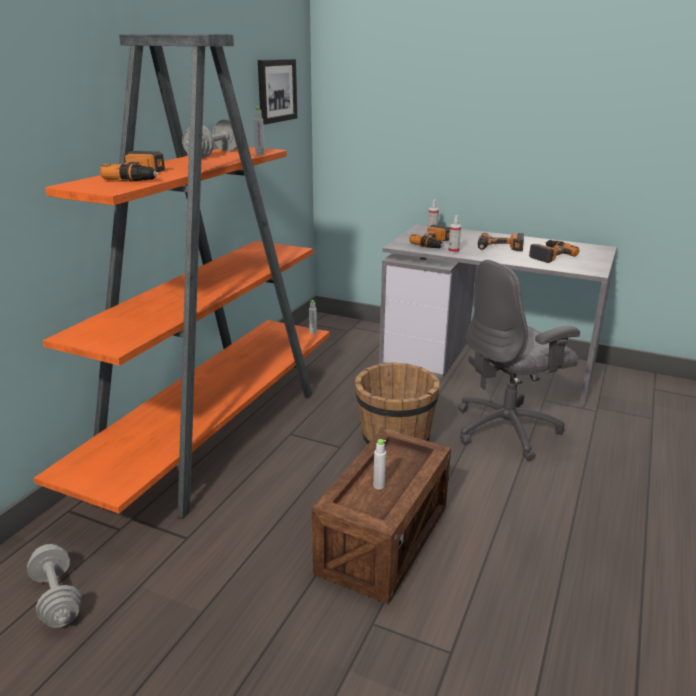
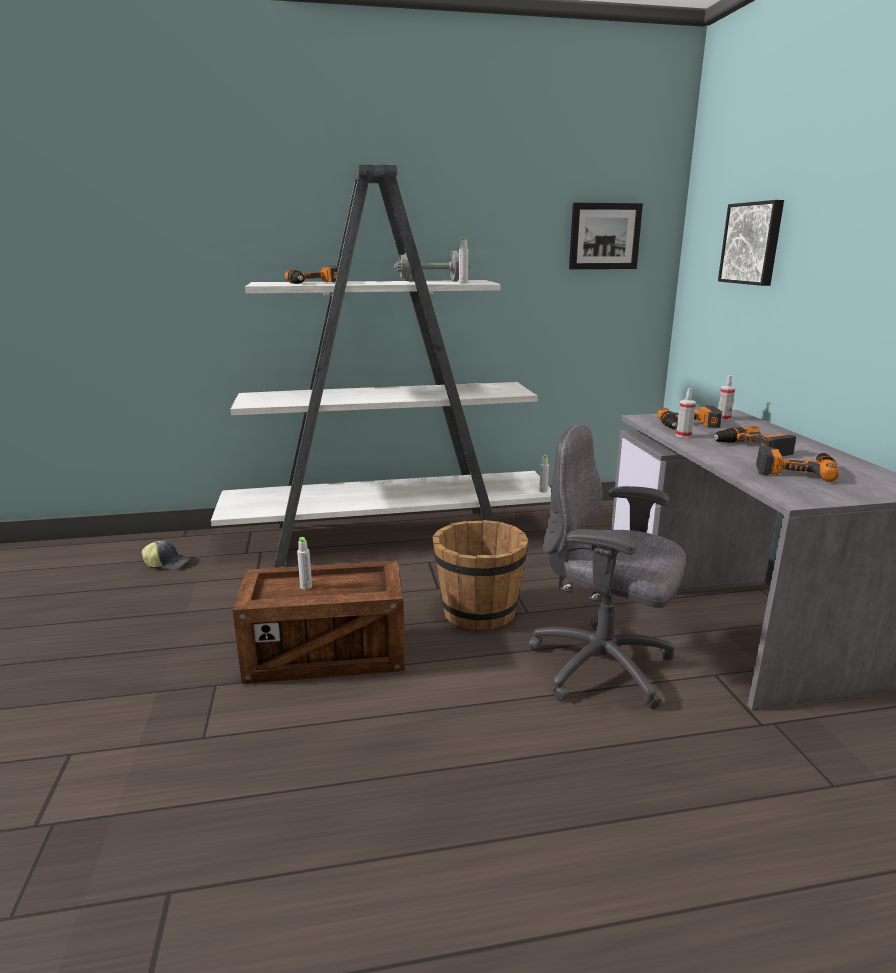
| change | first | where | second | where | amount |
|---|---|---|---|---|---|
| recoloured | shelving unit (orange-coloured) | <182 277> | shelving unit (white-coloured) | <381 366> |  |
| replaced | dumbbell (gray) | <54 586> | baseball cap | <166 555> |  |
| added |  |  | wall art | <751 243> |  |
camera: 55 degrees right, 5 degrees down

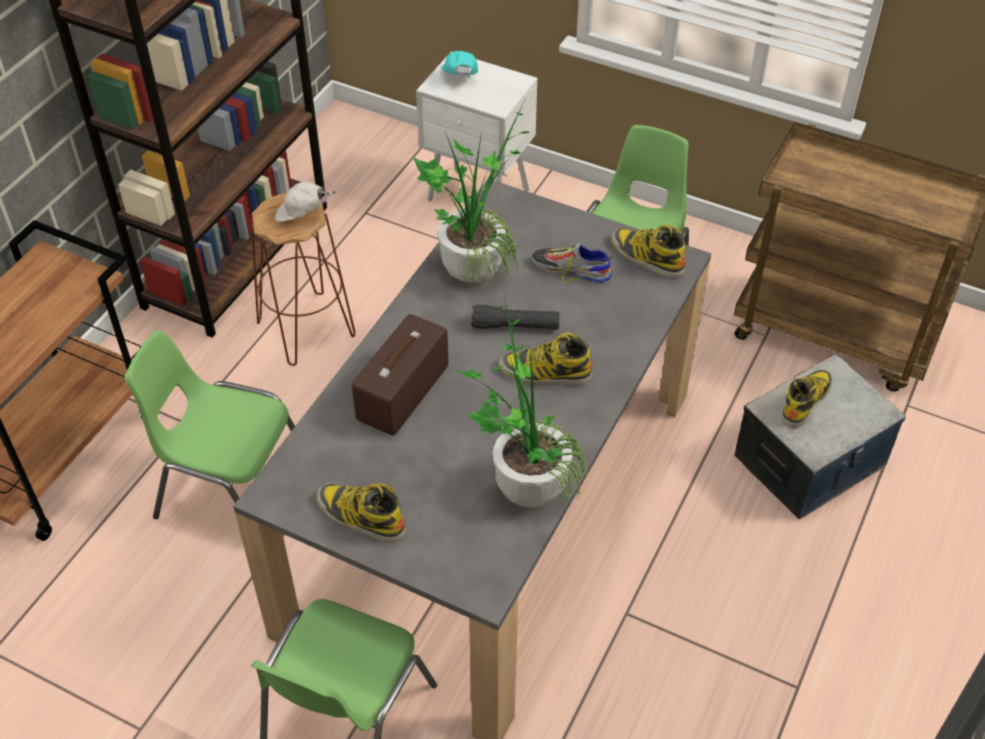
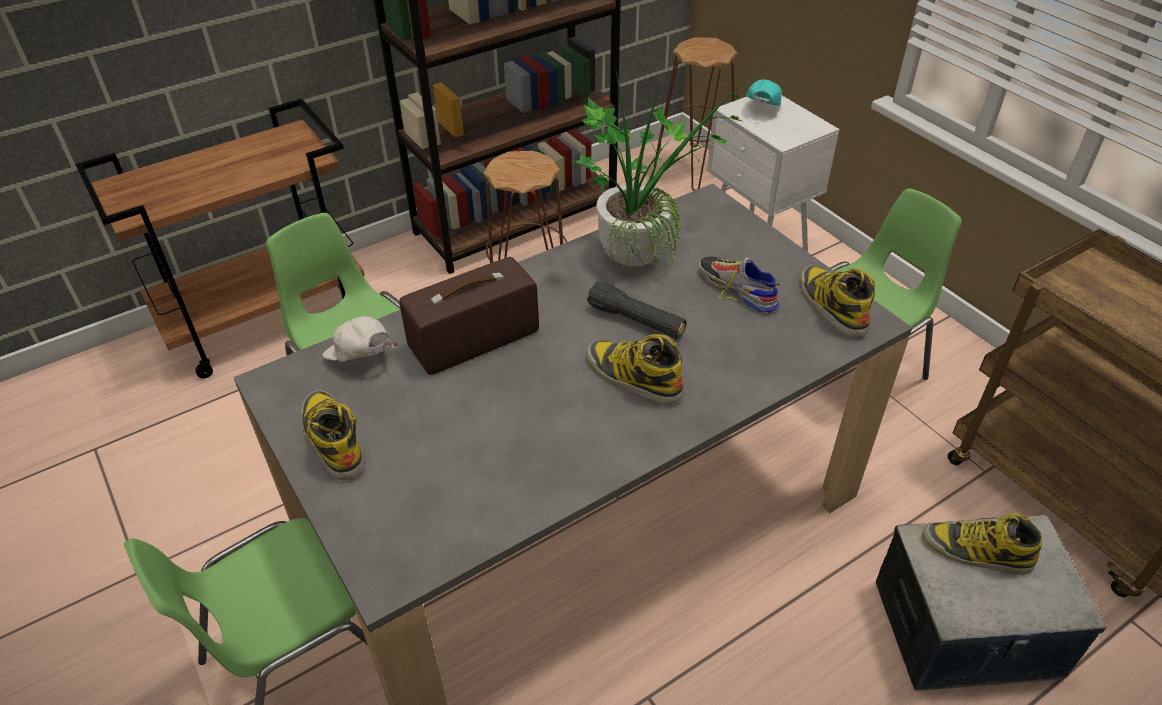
| change | first | where | second | where | amount |
|---|---|---|---|---|---|
| moved | baseball cap (white-coloured) | <305 202> |  | <360 338> |  |
| removed | plant in a pot | <520 399> |  |  |  |
| turned | boot | <807 398> |  | <982 544> | 135 degrees counterclockwise |
| added |  |  | stool (brown-coloured) | <695 114> |  |
camera: 30 degrees right, 5 degrees down

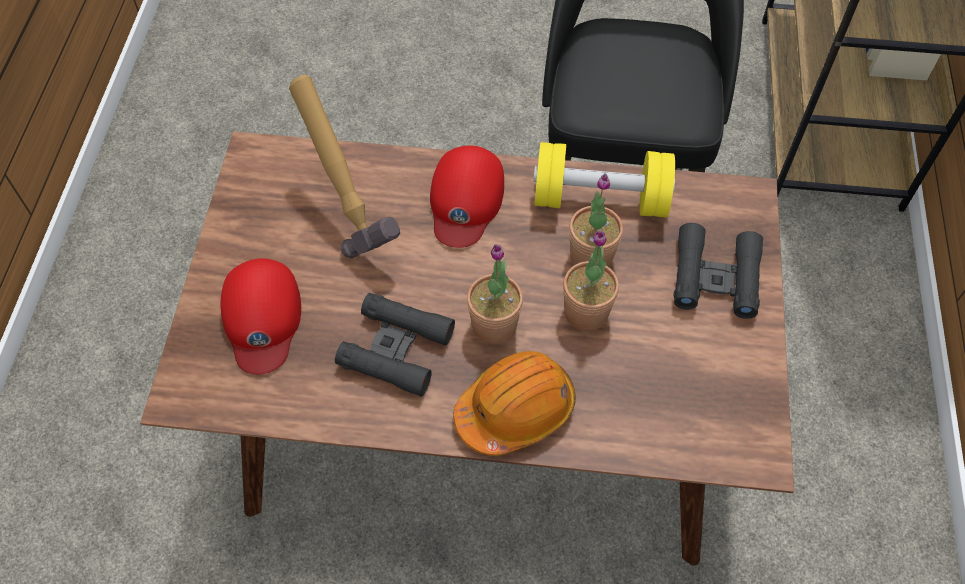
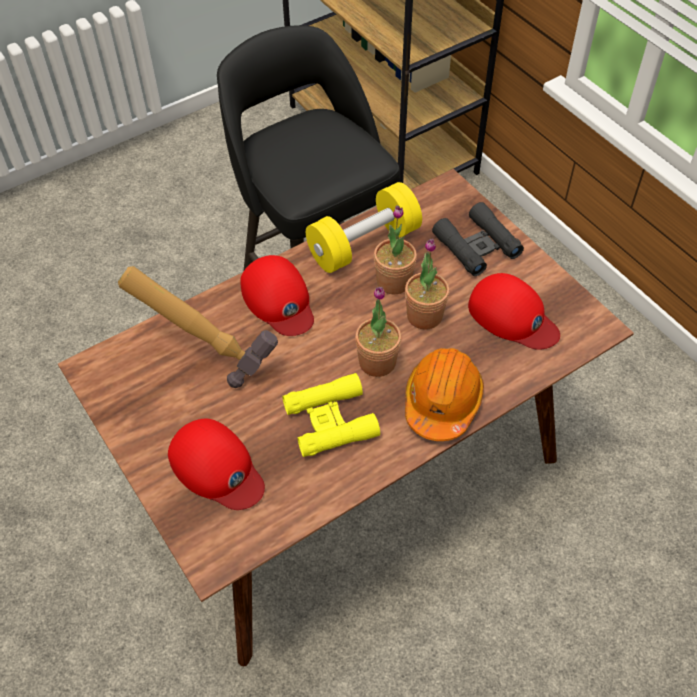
| change | first | where | second | where | amount |
|---|---|---|---|---|---|
| recoloured | field glasses (black) | <395 345> | field glasses (yellowish) | <331 415> |  |
| added |  |  | baseball cap (red-coloured) | <514 311> |  |
camera: 40 degrees left, 5 degrees down

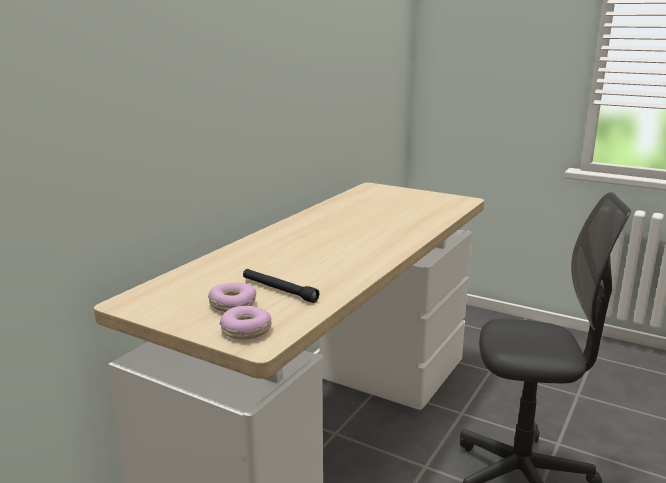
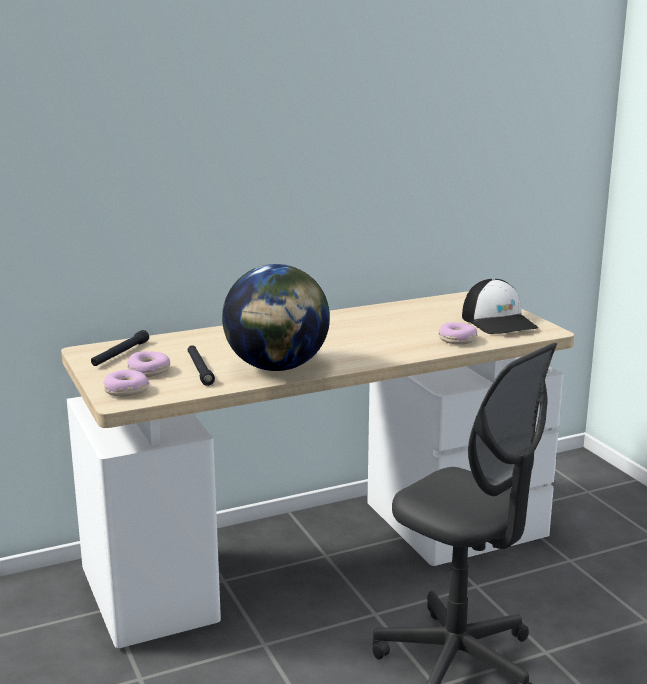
| change | first | where | second | where | amount |
|---|---|---|---|---|---|
| added |  |  | desk globe | <276 317> |  |
| added |  |  | baseball cap | <500 306> |  |
| added |  |  | donut | <458 333> |  |
| added |  |  | hand torch (black) | <120 348> |  |
camera: 35 degrees right, 0 degrees up

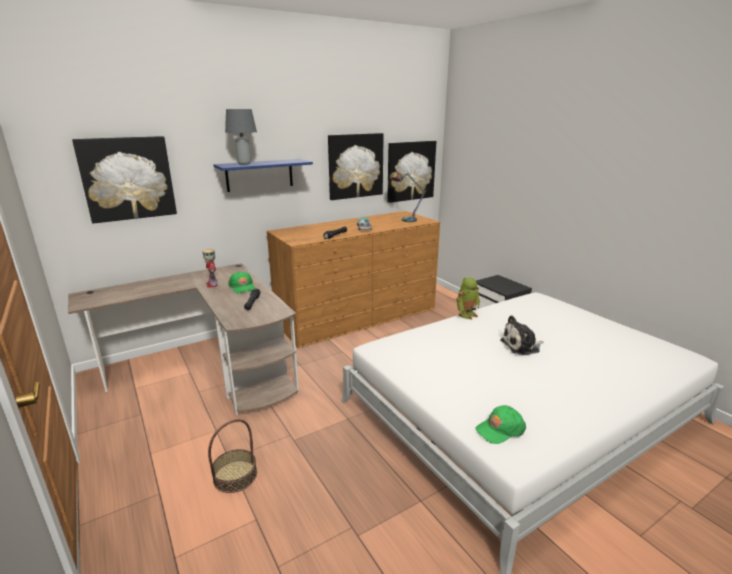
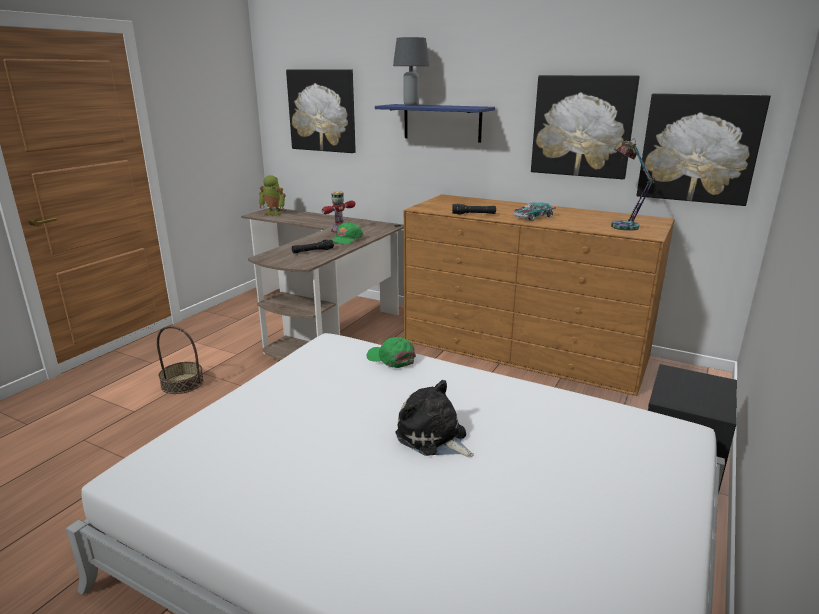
| change | first | where | second | where | amount |
|---|---|---|---|---|---|
| moved | model robot | <468 298> |  | <272 195> |  |
| moved | baseball cap (greenish) | <501 424> |  | <391 352> |  |
camera: 60 degrees right, 0 degrees up

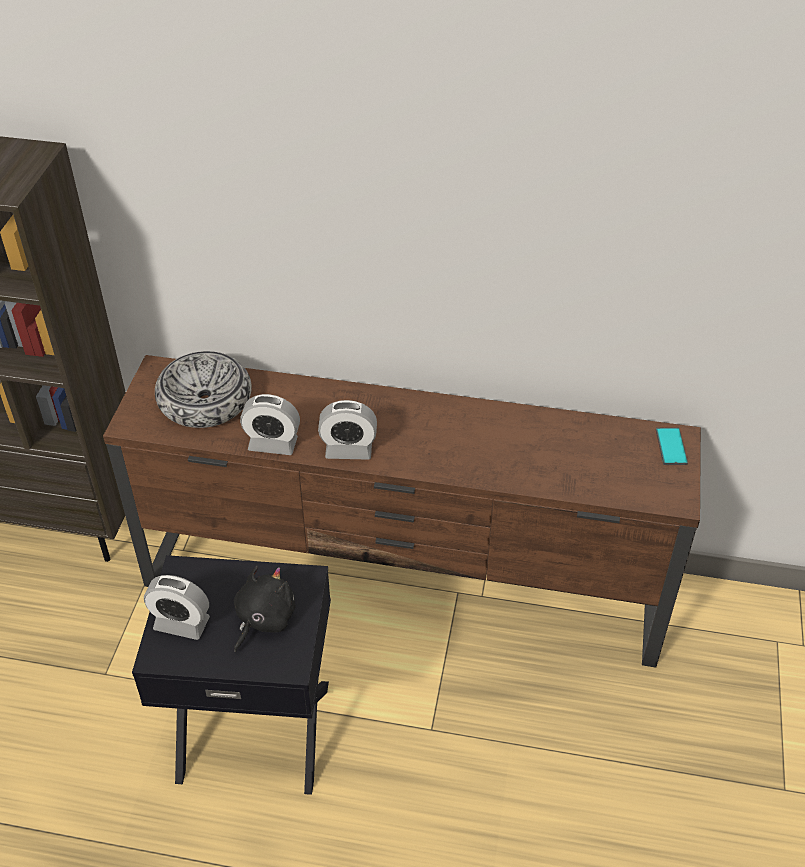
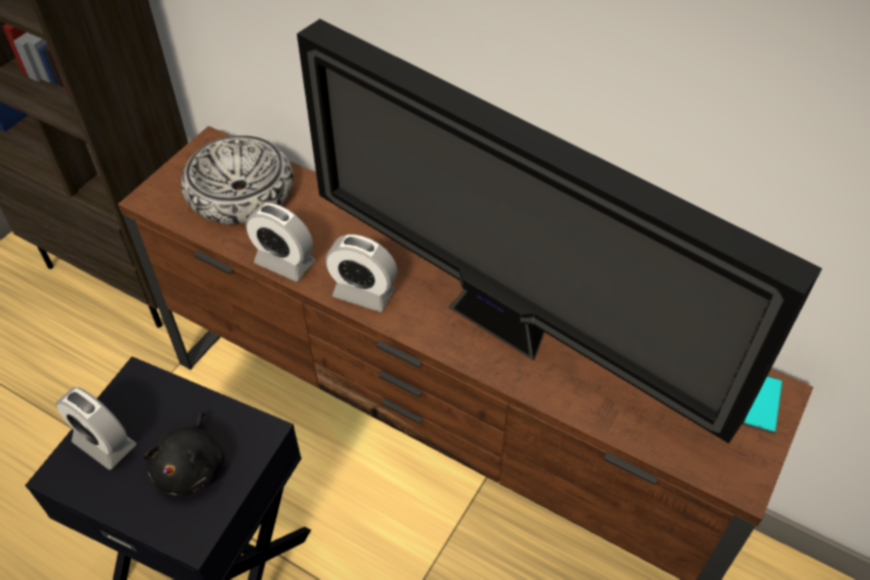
| change | first | where | second | where | amount |
|---|---|---|---|---|---|
| turned | plush toy (black) | <265 609> |  | <184 454> | 135 degrees clockwise |
| added |  |  | TV | <559 231> |  |
camera: 20 degrees right, 5 degrees up

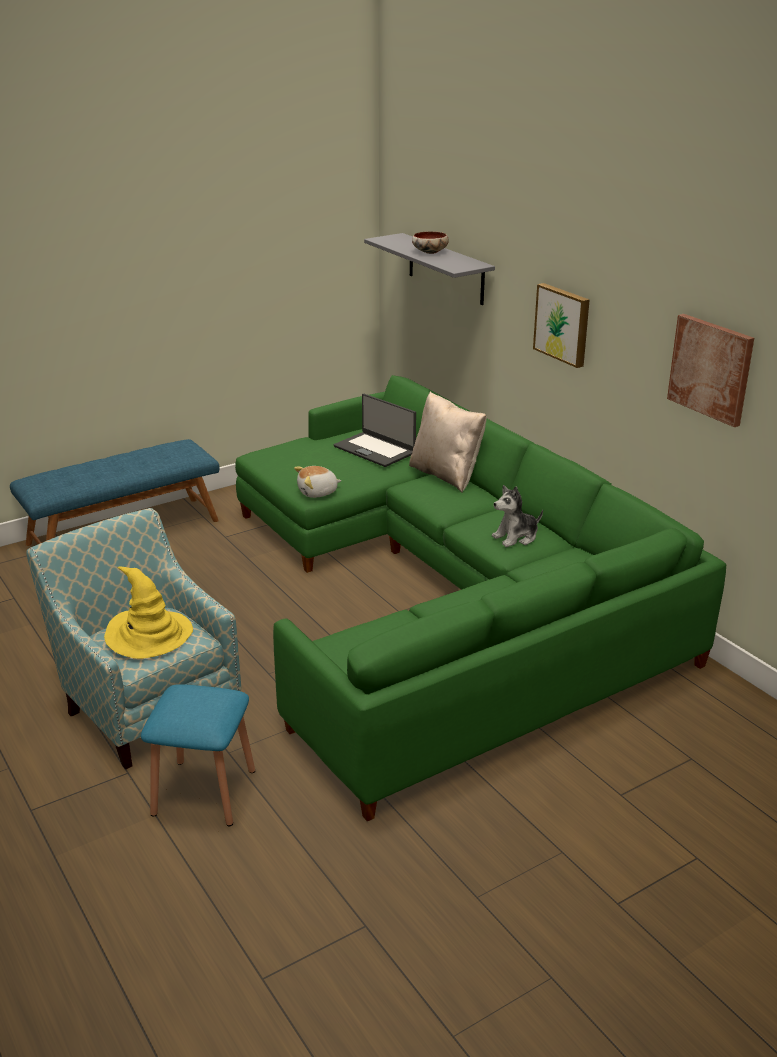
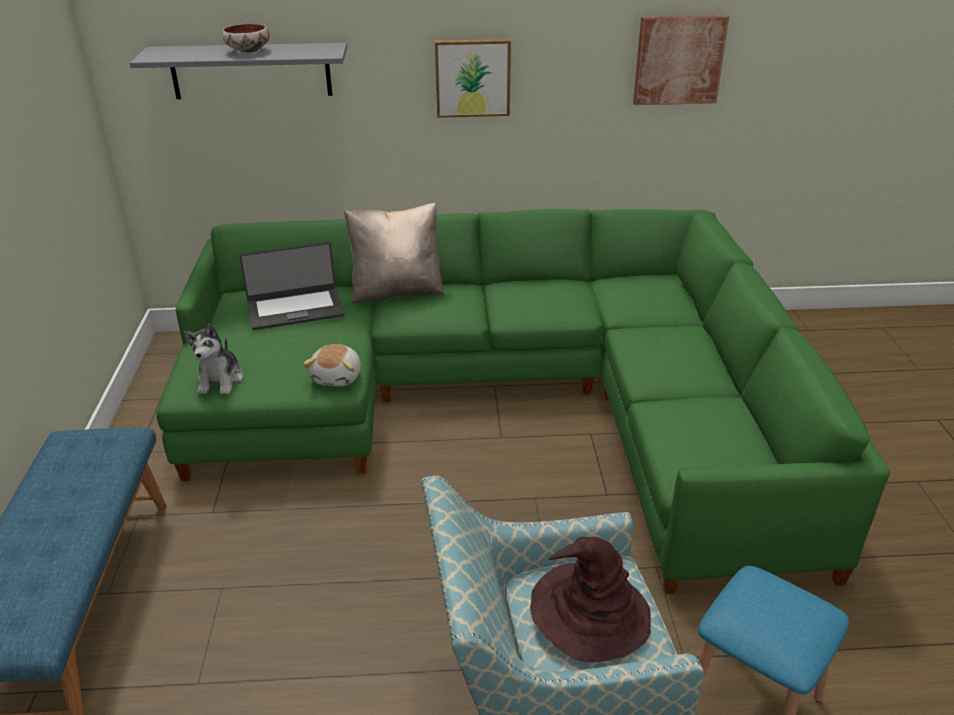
| change | first | where | second | where | amount |
|---|---|---|---|---|---|
| moved | plush toy | <517 516> |  | <213 358> |  |
| recoloured | clothing hat (yellowish) | <148 613> | clothing hat (brown-coloured) | <590 599> |  |
camera: 60 degrees left, 5 degrees up

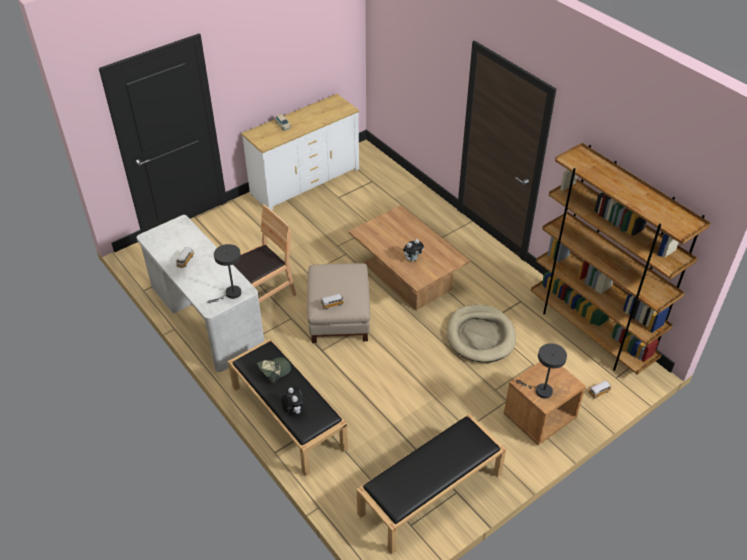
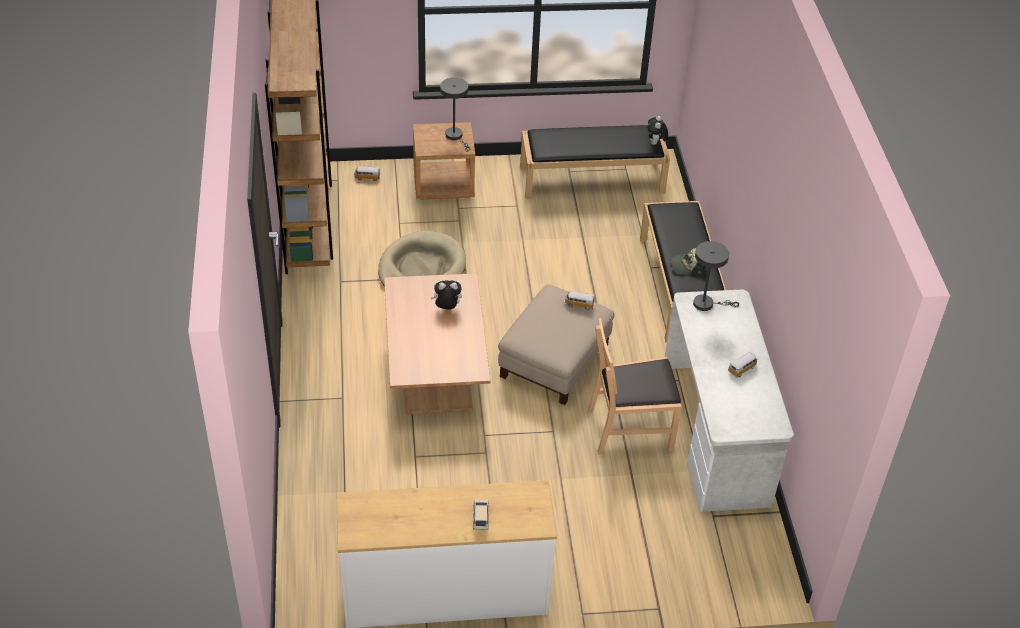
| change | first | where | second | where | amount |
|---|---|---|---|---|---|
| moved | plush toy | <292 400> |  | <658 130> |  |
camera: 150 degrees left, 0 degrees up

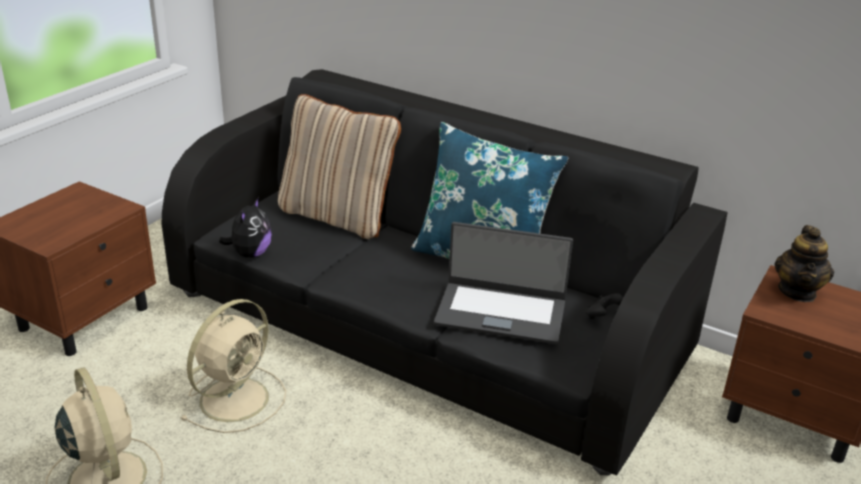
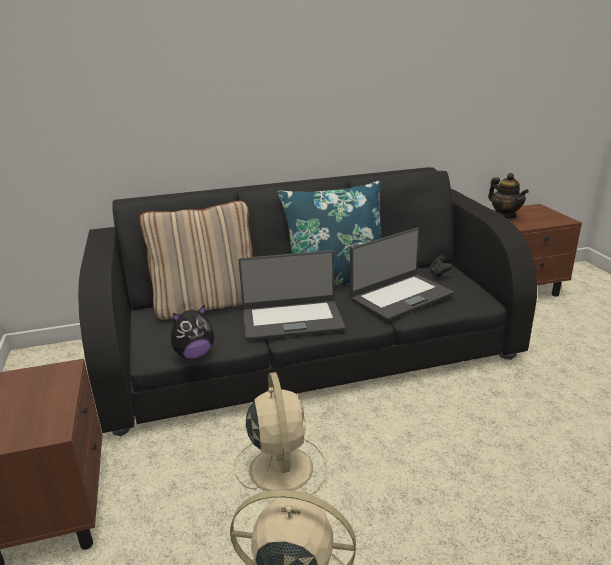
| change | first | where | second | where | amount |
|---|---|---|---|---|---|
| turned | plush toy | <245 227> |  | <192 332> | 90 degrees clockwise |
| added |  |  | notebook computer | <291 295> |  |
camera: 45 degrees left, 5 degrees down

